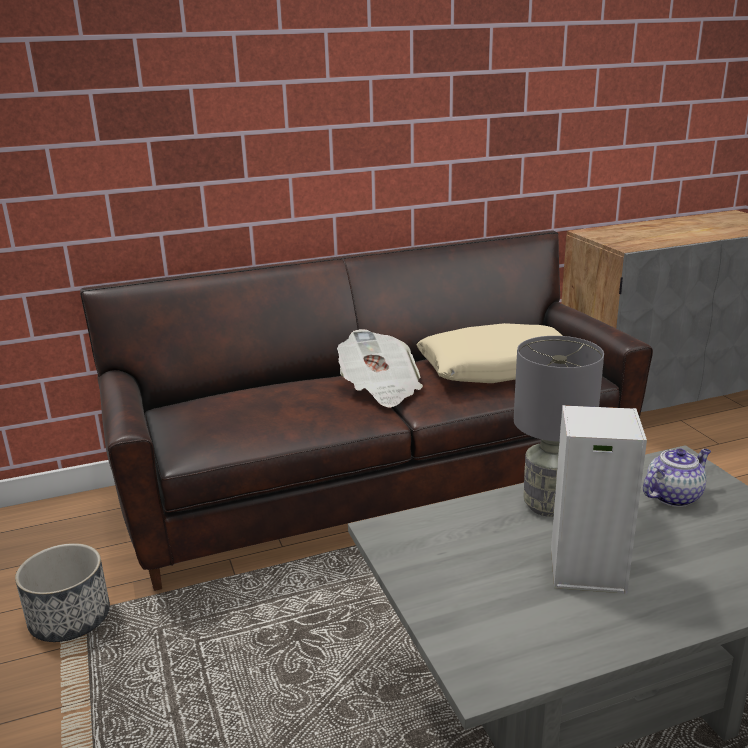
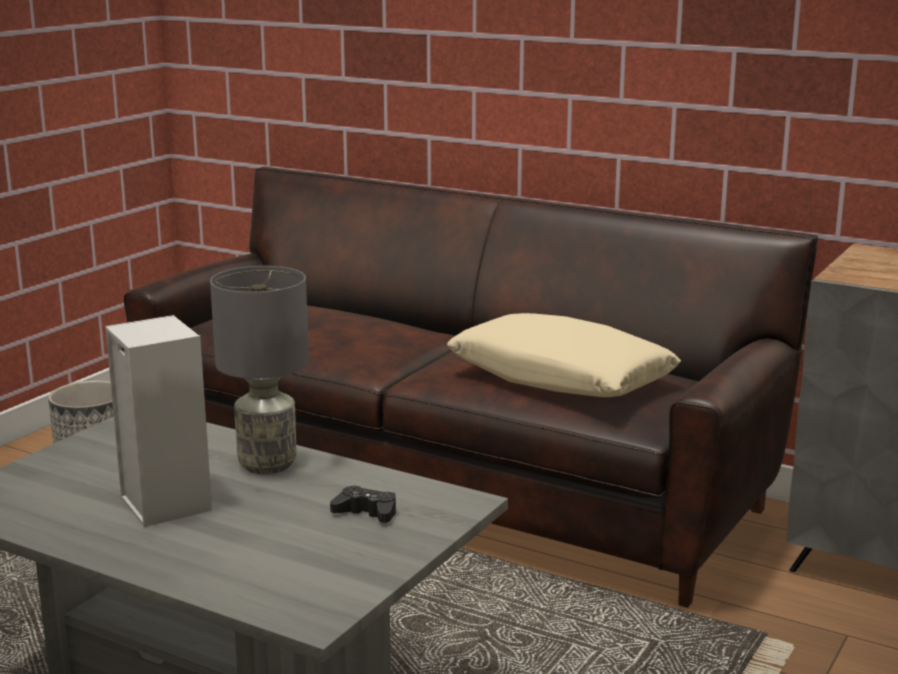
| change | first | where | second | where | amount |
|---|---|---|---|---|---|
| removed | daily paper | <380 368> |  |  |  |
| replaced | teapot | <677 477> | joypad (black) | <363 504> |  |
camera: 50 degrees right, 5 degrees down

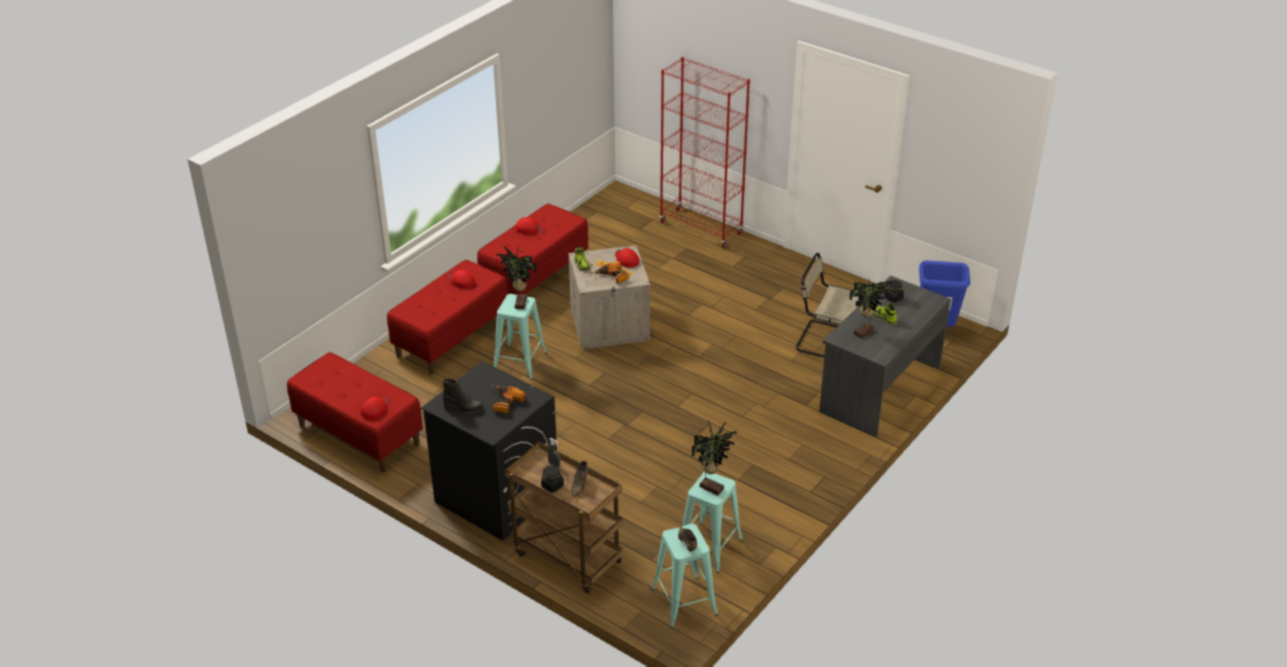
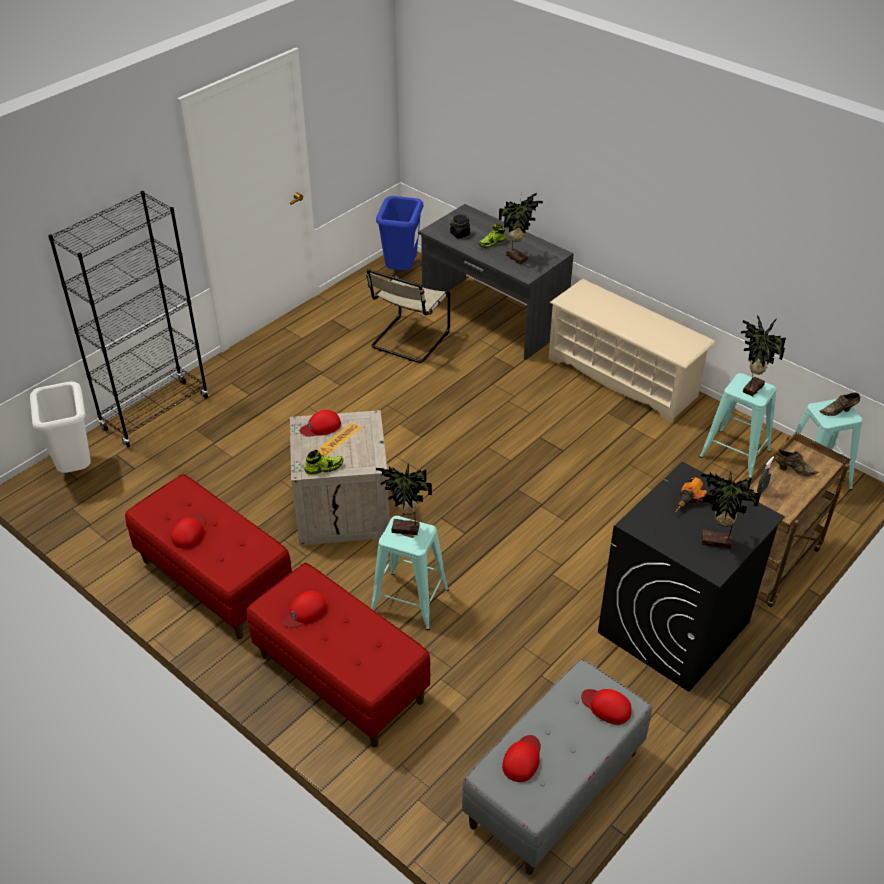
| change | first | where | second | where | amount |
|---|---|---|---|---|---|
| recoloured | shelving unit (red-coloured) | <704 152> | shelving unit (black) | <128 319> |  |
| removed | power drill | <609 272> |  |  |  |
| recoloured | indoor bench (red-coloured) | <355 412> | indoor bench (gray) | <557 767> |  |
| replaced | boot (black) | <462 396> | plant in a pot | <731 510> |  |
| removed | jar (black) | <552 479> |  |  |  |
| added |  |  | shoe rack (beige) | <632 351> |  |
| added |  |  | rubbish bin (white-coloured) | <60 427> |  |
| added |  |  | baseball cap (red-coloured) | <521 758> |  |
camera: 85 degrees left, 5 degrees up

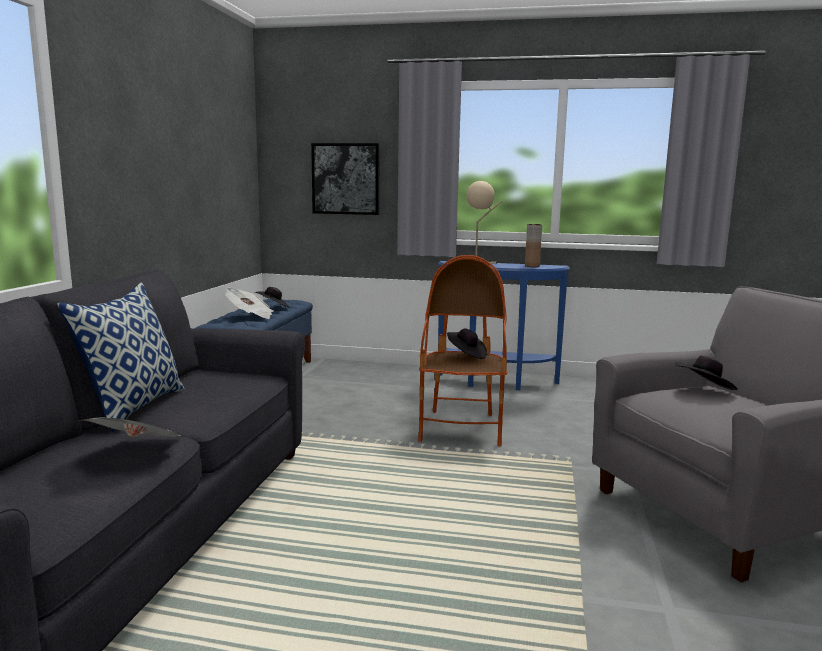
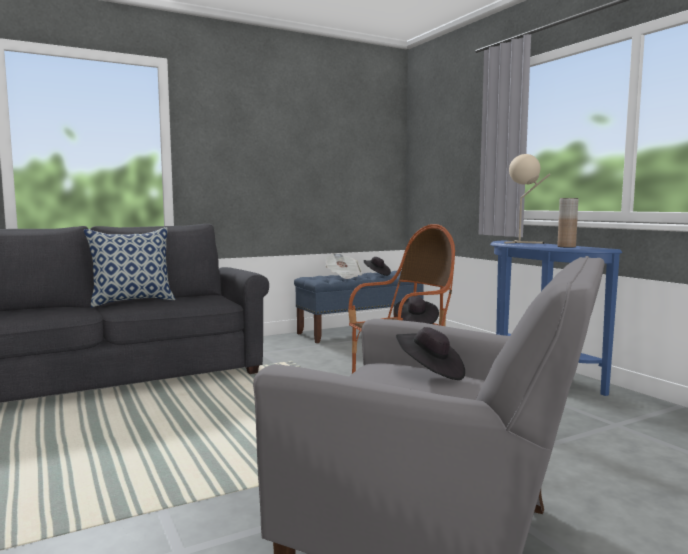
| change | first | where | second | where | amount |
|---|---|---|---|---|---|
| removed | wall art | <345 179> |  |  |  |
| removed | daily paper | <132 427> |  |  |  |
camera: 50 degrees right, 5 degrees down

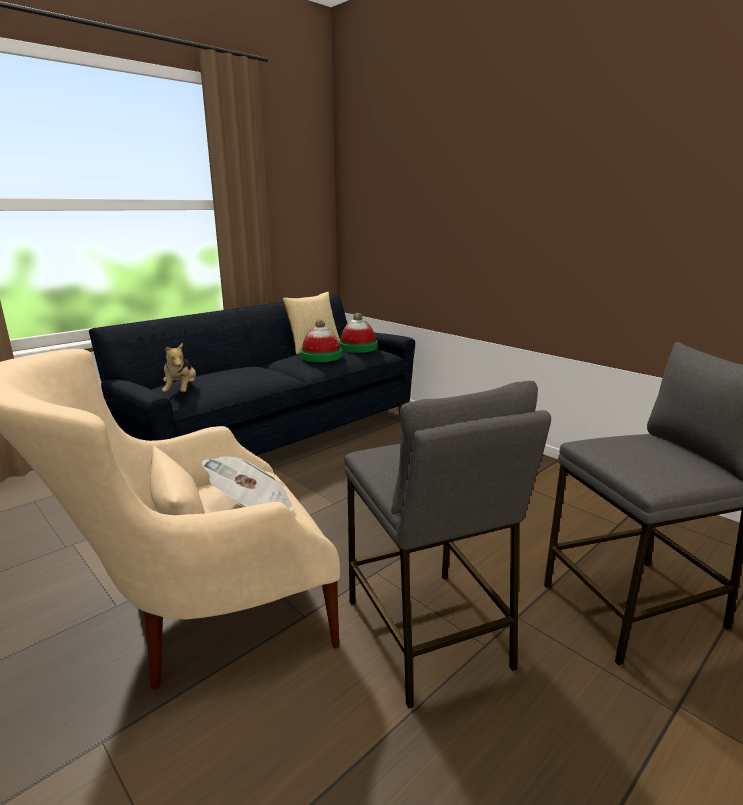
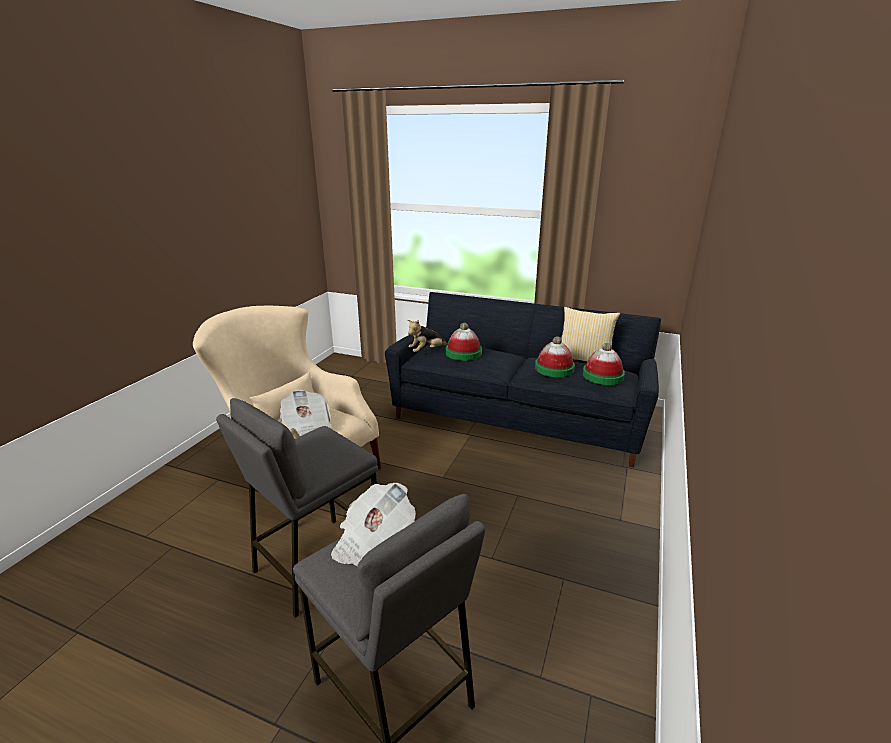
| change | first | where | second | where | amount |
|---|---|---|---|---|---|
| added |  |  | clothing hat | <464 342> |  |
| added |  |  | daily paper | <373 524> |  |
camera: 65 degrees right, 5 degrees up

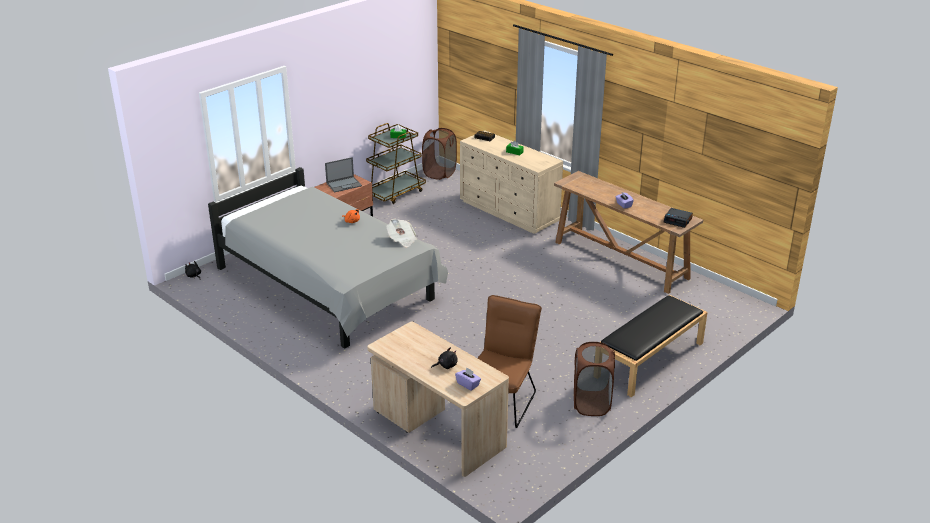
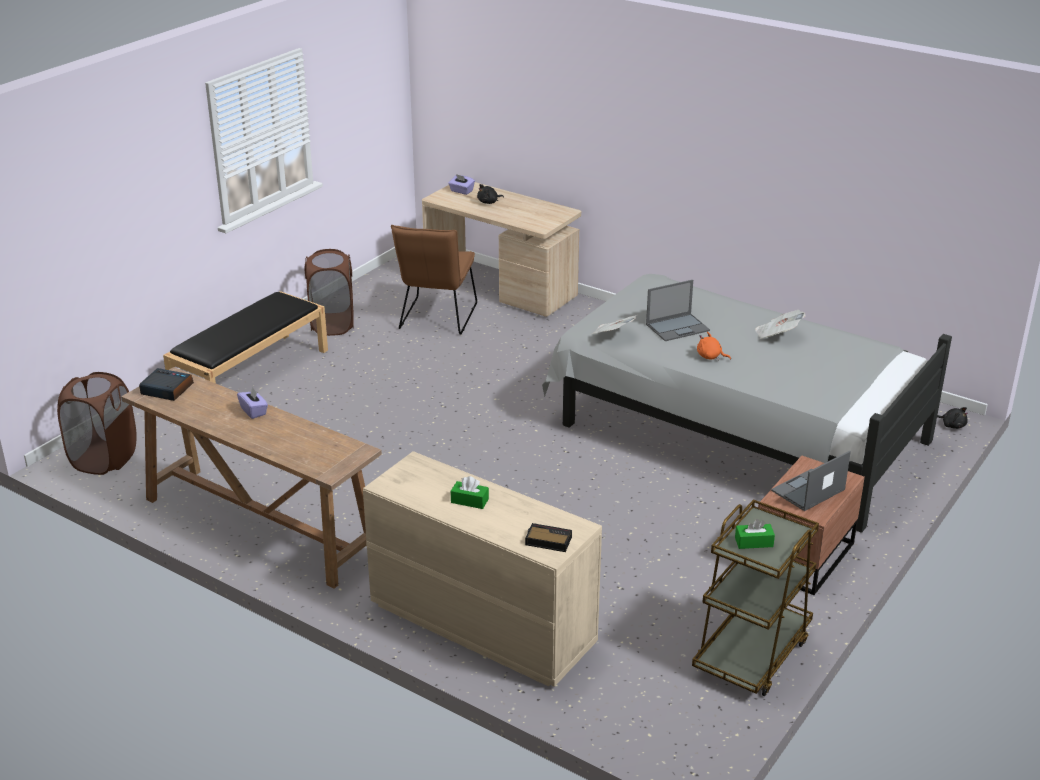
| change | first | where | second | where | amount |
|---|---|---|---|---|---|
| moved | hamper (brown-coloured) | <439 154> |  | <97 423> |  |
| added |  |  | notebook computer | <678 310> |  |
| added |  |  | daily paper | <780 324> |  |
camera: 170 degrees right, 0 degrees up

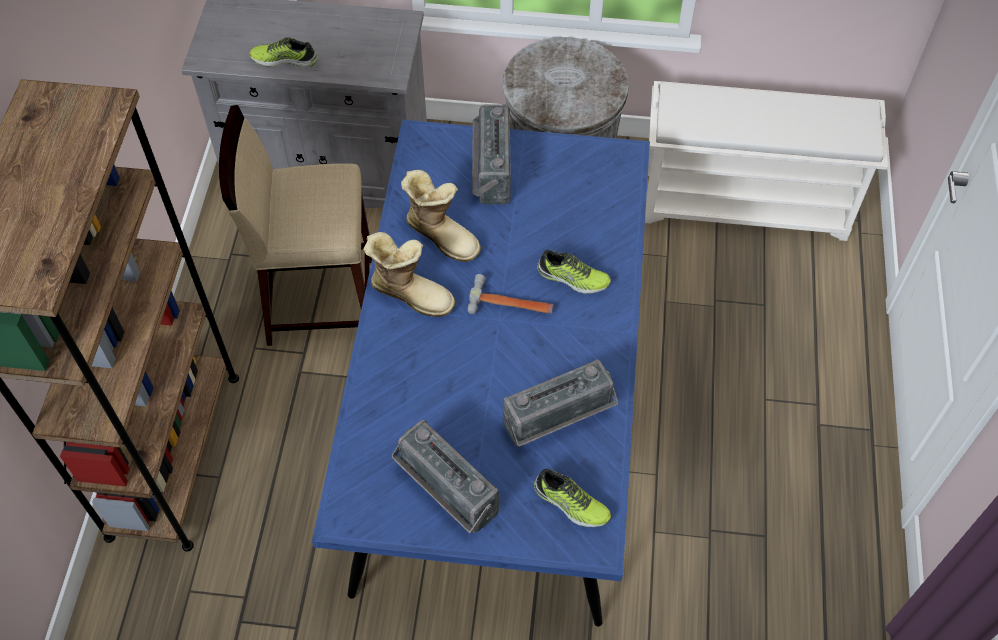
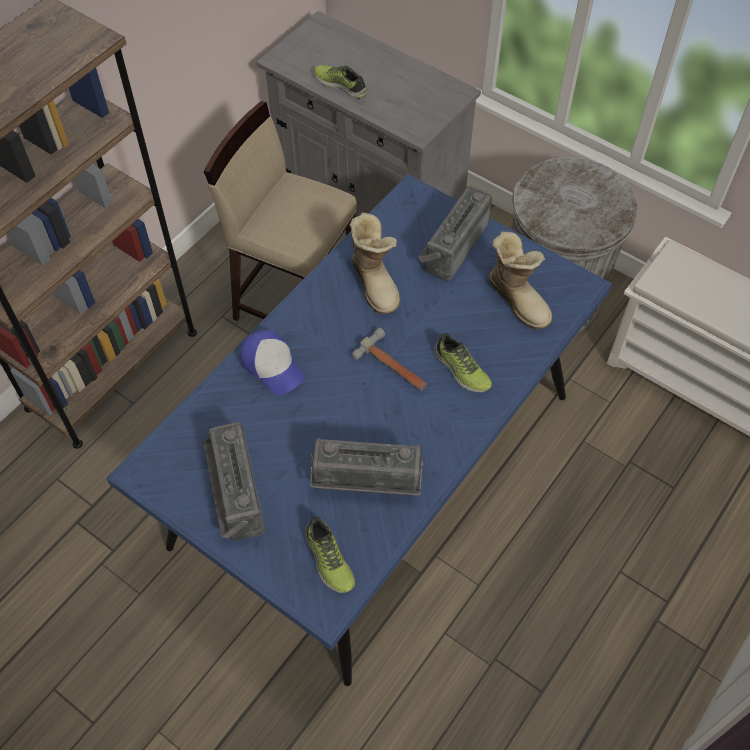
| change | first | where | second | where | amount |
|---|---|---|---|---|---|
| moved | boot | <409 274> |  | <520 280> |  |
| added |  |  | baseball cap | <272 362> |  |
camera: 30 degrees right, 0 degrees up

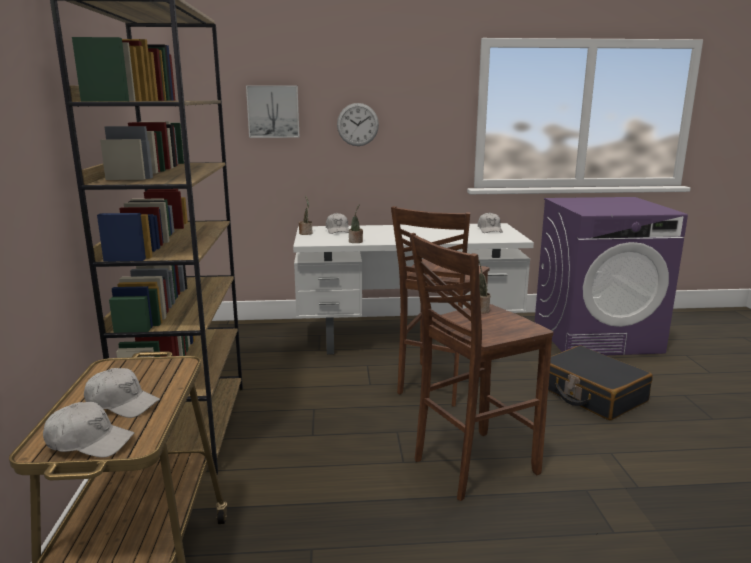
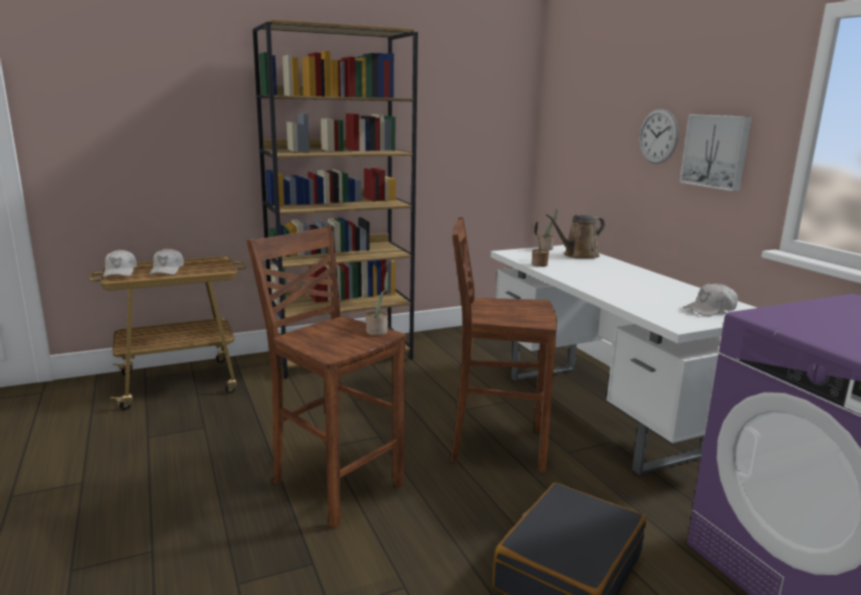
| change | first | where | second | where | amount |
|---|---|---|---|---|---|
| moved | wall art | <272 111> |  | <715 152> |  |
| replaced | baseball cap (white-coloured) | <337 223> | sprinkling can (brown-coloured) | <575 236> |  |
camera: 70 degrees right, 0 degrees up

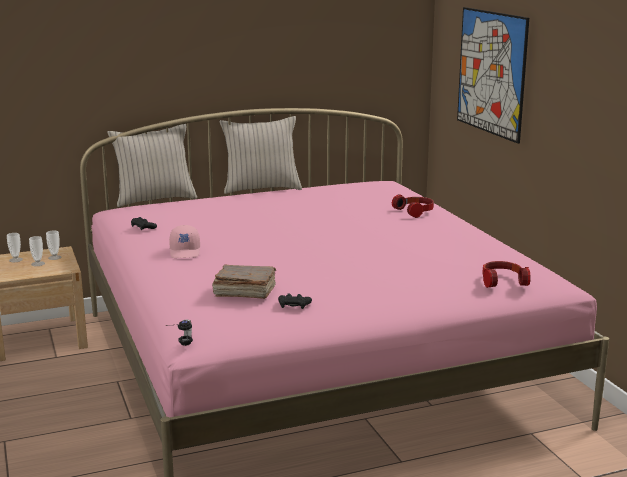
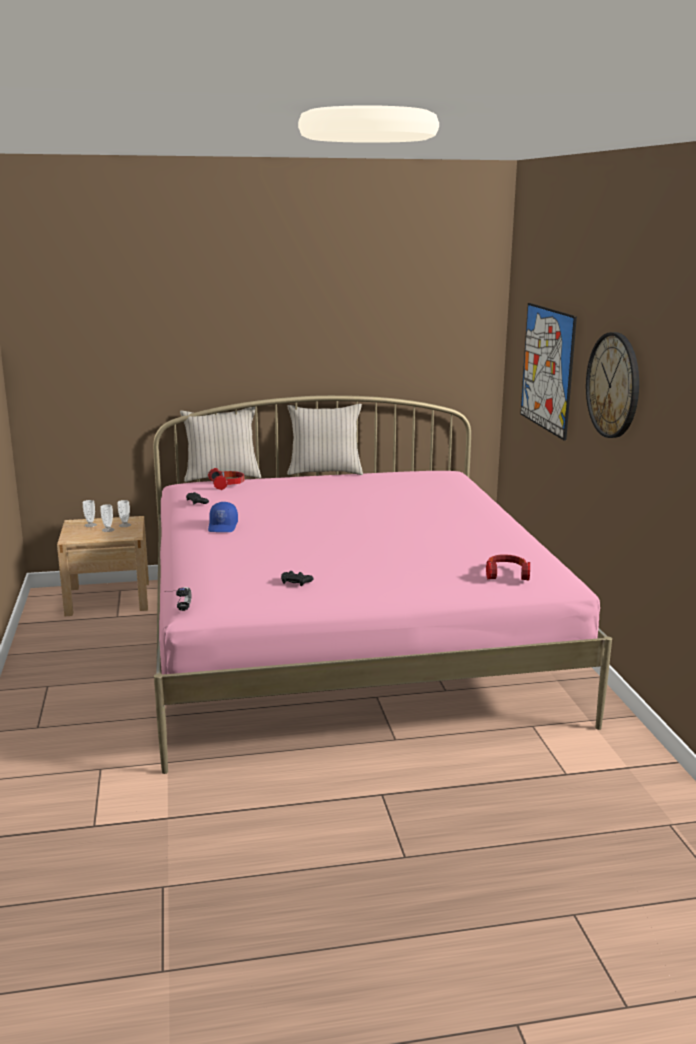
| change | first | where | second | where | amount |
|---|---|---|---|---|---|
| moved | headphones | <413 206> |  | <226 479> |  |
| recoloured | baseball cap (pinkish) | <184 241> | baseball cap (bluish) | <223 517> |  |
| removed | volume (brown-coloured) | <244 281> |  |  |  |
| added |  |  | wall clock | <612 385> |  |
camera: 10 degrees right, 0 degrees up

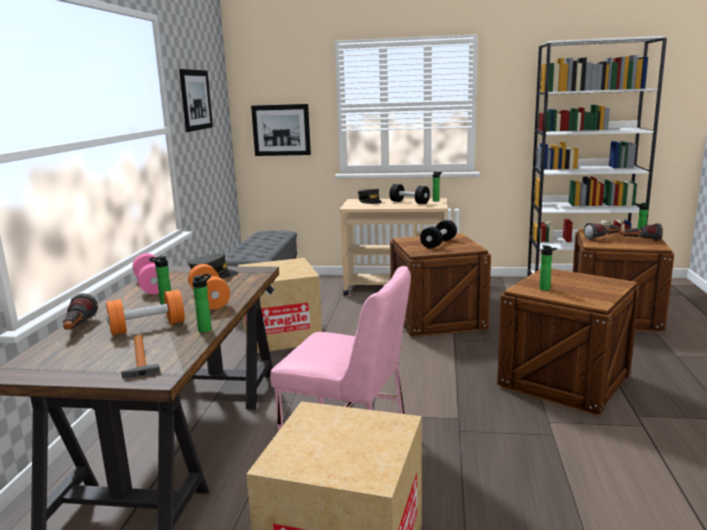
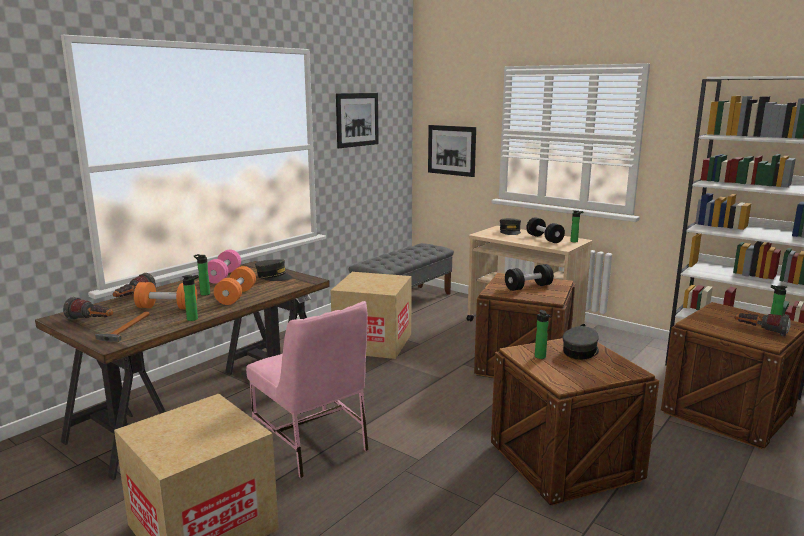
| change | first | where | second | where | amount |
|---|---|---|---|---|---|
| moved | hand torch | <603 231> |  | <88 308> |  |
| added |  |  | baseball cap (gray) | <581 343> |  |
camera: 30 degrees right, 0 degrees up

